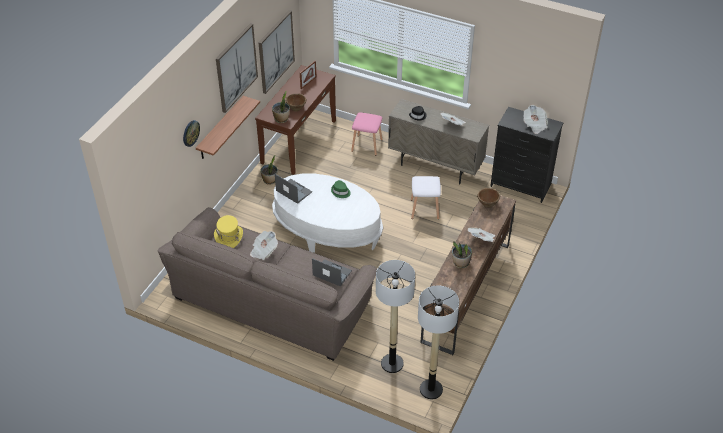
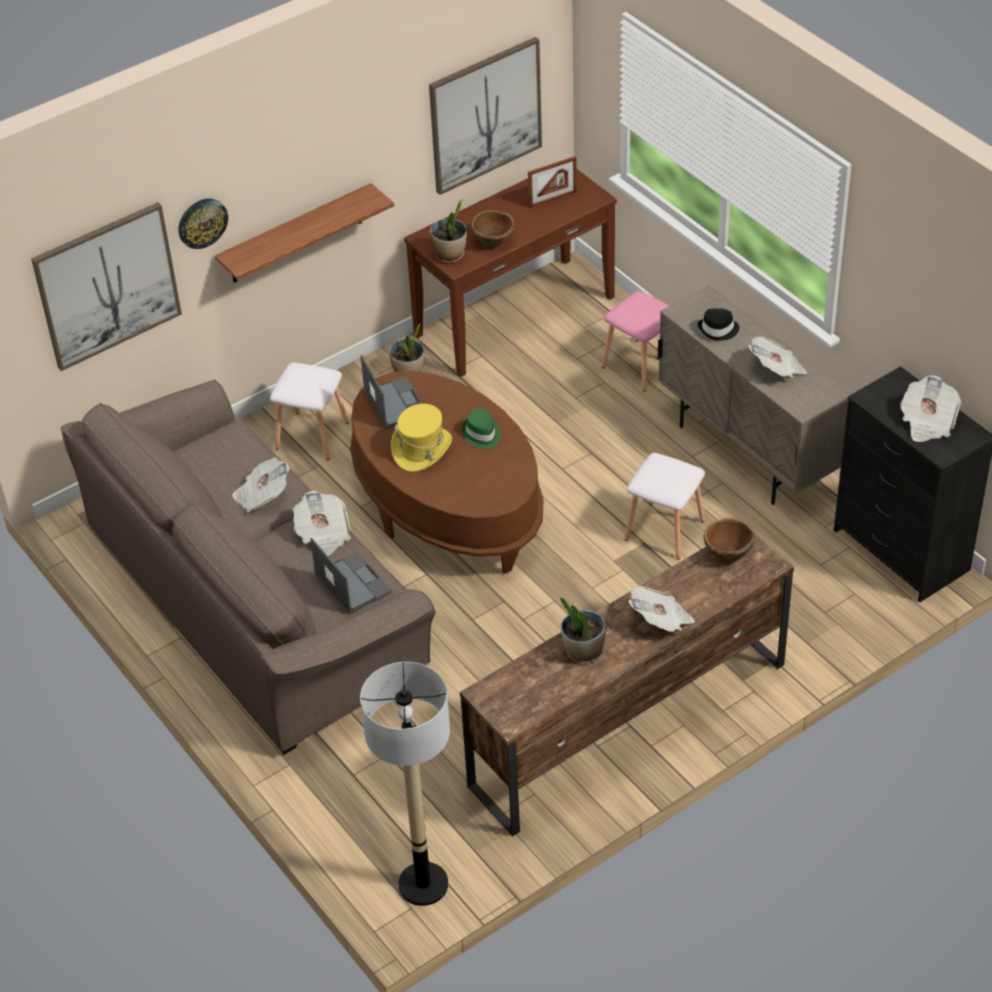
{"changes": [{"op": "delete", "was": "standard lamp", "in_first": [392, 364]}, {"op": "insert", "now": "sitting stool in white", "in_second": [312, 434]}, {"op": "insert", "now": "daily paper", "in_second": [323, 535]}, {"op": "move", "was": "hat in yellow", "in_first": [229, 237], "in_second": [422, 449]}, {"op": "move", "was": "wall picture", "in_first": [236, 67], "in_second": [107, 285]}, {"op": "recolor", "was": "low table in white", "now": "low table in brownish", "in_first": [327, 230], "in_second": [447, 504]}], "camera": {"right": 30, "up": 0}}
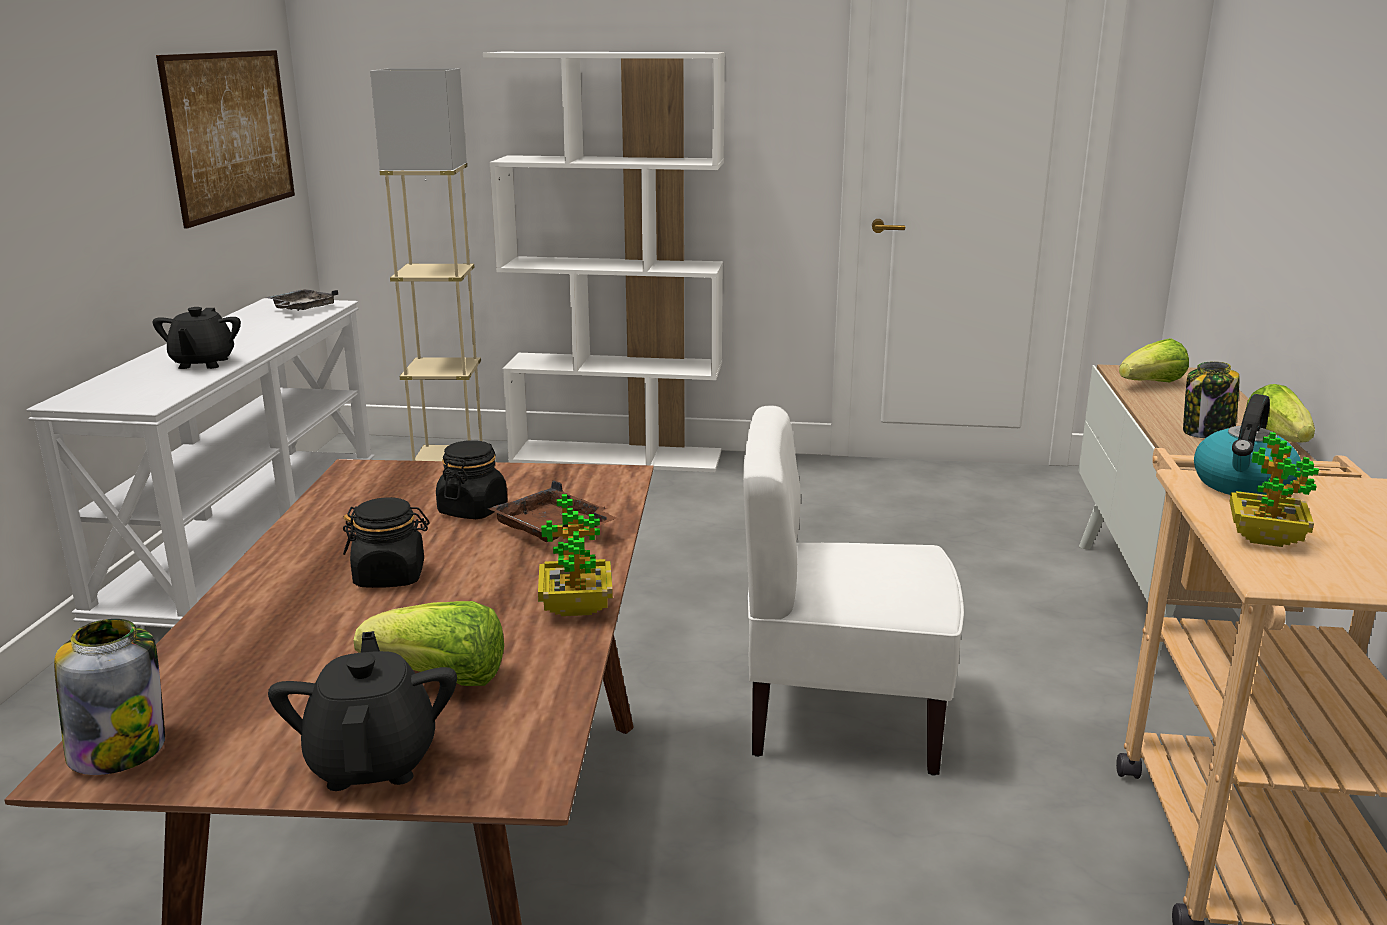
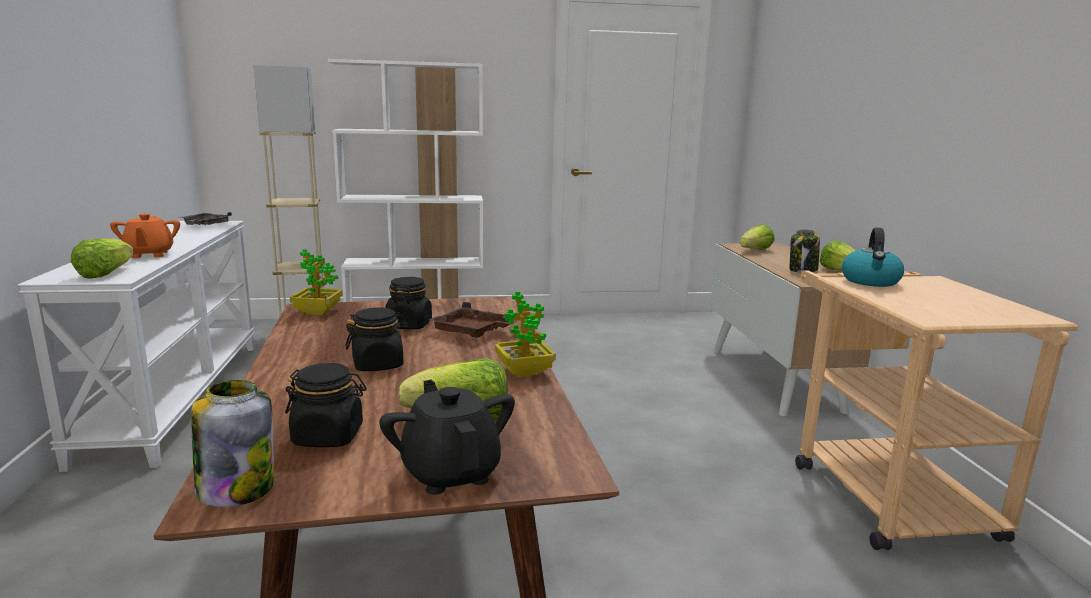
{"changes": [{"op": "delete", "was": "wall picture", "in_first": [231, 133]}, {"op": "delete", "was": "upright chair in white", "in_first": [841, 717]}, {"op": "insert", "now": "lettuce", "in_second": [105, 274]}, {"op": "insert", "now": "preserve jar in black-coloured", "in_second": [328, 436]}, {"op": "move", "was": "plant in a pot", "in_first": [1264, 539], "in_second": [318, 312]}, {"op": "recolor", "was": "pot for tea in black-coloured", "now": "pot for tea in orange", "in_first": [203, 363], "in_second": [149, 254]}], "camera": {"right": -15, "up": -5}}
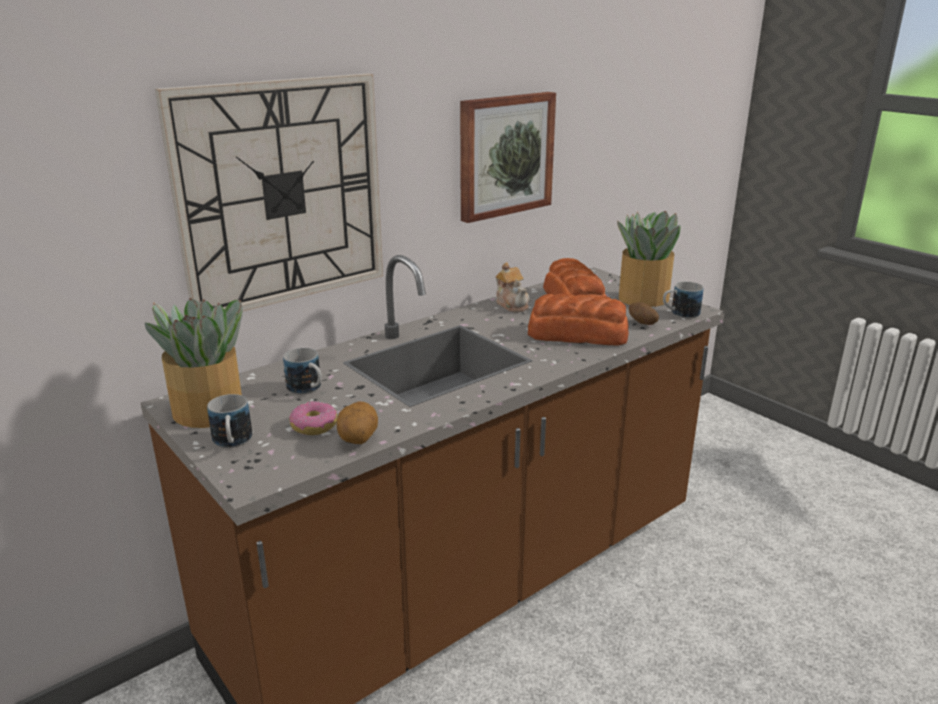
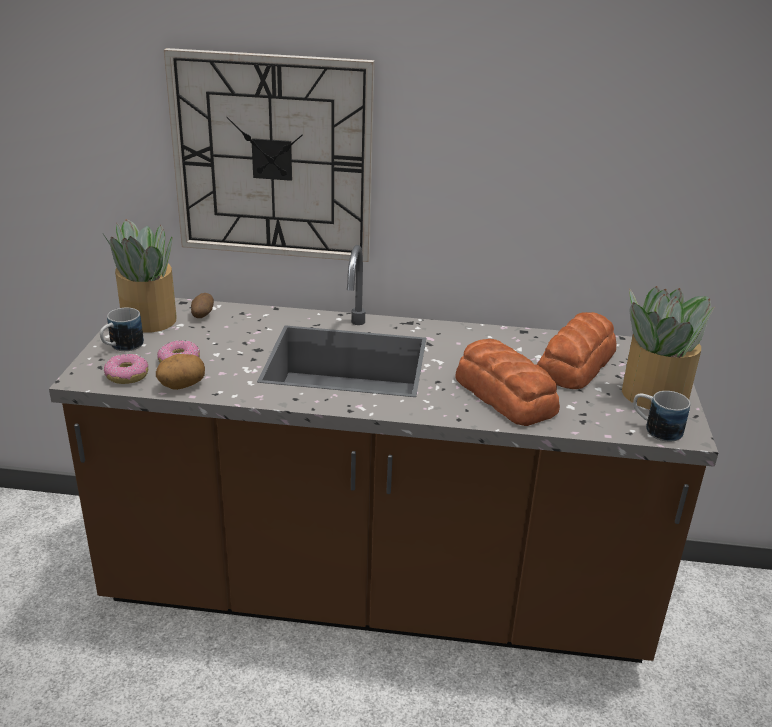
{"changes": [{"op": "delete", "was": "mug", "in_first": [308, 389]}, {"op": "delete", "was": "wall picture", "in_first": [505, 155]}, {"op": "delete", "was": "pot for tea", "in_first": [512, 304]}, {"op": "insert", "now": "ring doughnut", "in_second": [127, 376]}, {"op": "move", "was": "potato", "in_first": [642, 323], "in_second": [202, 315]}], "camera": {"right": 45, "up": 5}}
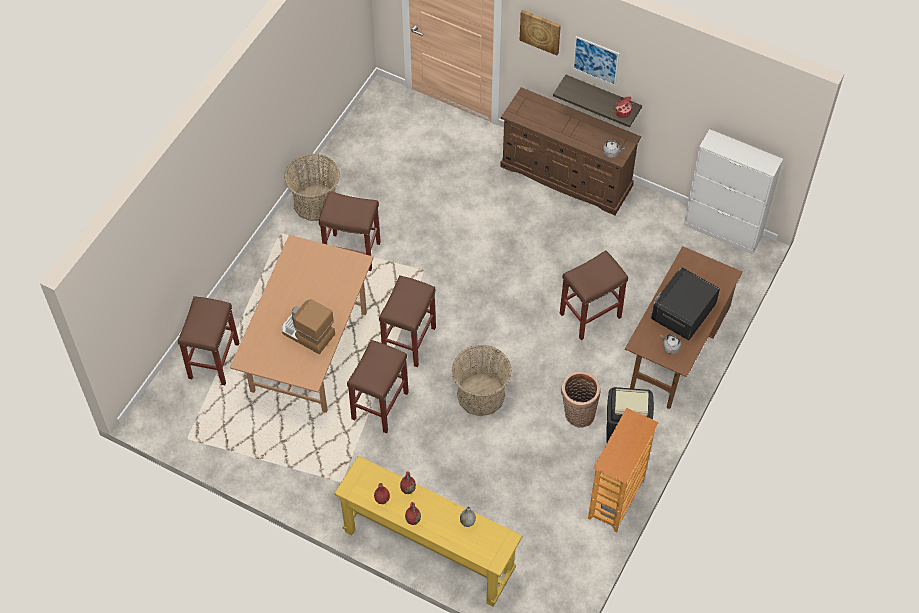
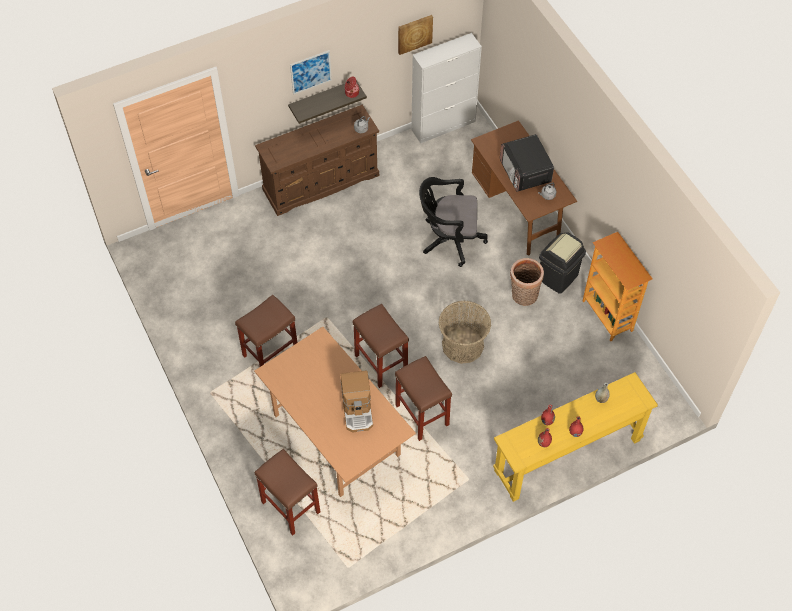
{"changes": [{"op": "delete", "was": "storage basket", "in_first": [315, 202]}, {"op": "move", "was": "wall picture", "in_first": [540, 31], "in_second": [414, 33]}, {"op": "replace", "was": "sitting stool in brownish", "now": "office chair in black-coloured", "in_first": [590, 315], "in_second": [449, 239]}, {"op": "rotate", "was": "coffee maker", "in_first": [307, 334], "in_second": [358, 410], "clockwise": -75}], "camera": {"right": -55, "up": 0}}
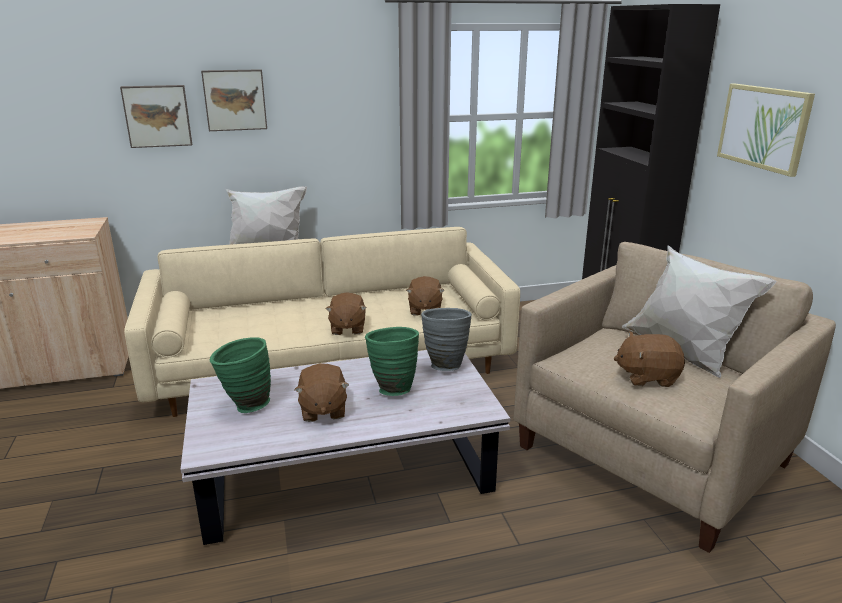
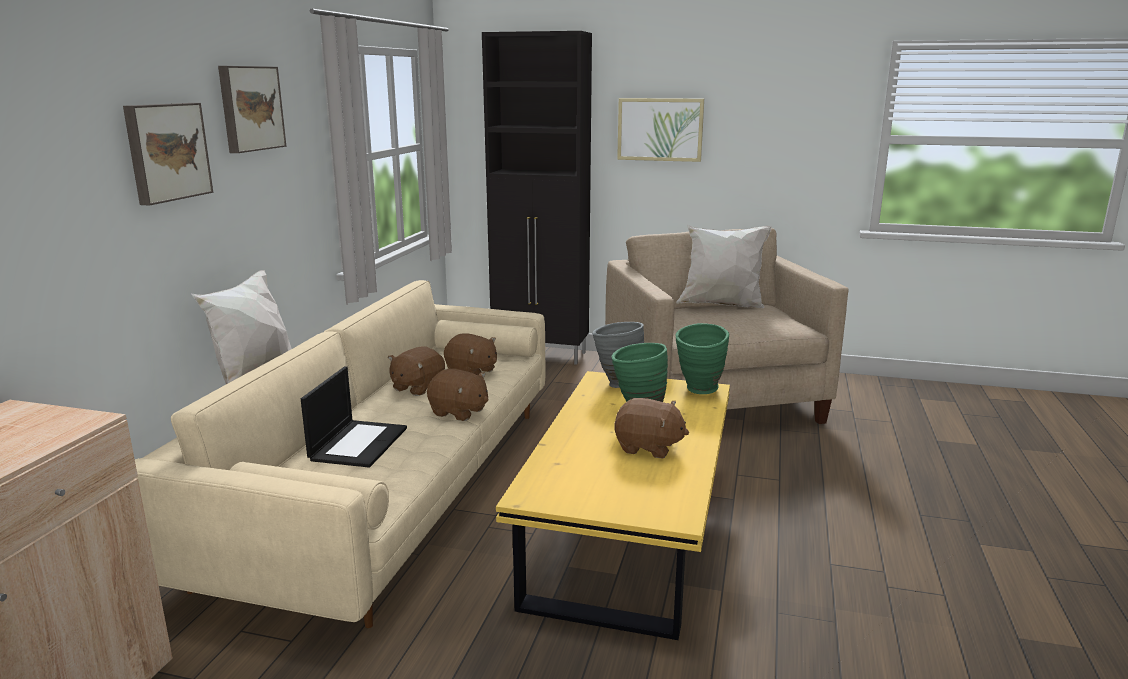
{"changes": [{"op": "insert", "now": "portable computer", "in_second": [358, 443]}, {"op": "move", "was": "wall picture", "in_first": [157, 116], "in_second": [250, 108]}, {"op": "move", "was": "vase in green-coloured", "in_first": [245, 405], "in_second": [699, 391]}, {"op": "move", "was": "soft toy in brownish", "in_first": [647, 376], "in_second": [417, 387]}, {"op": "recolor", "was": "low table in white", "now": "low table in yellow", "in_first": [348, 477], "in_second": [629, 530]}], "camera": {"right": -60, "up": -5}}
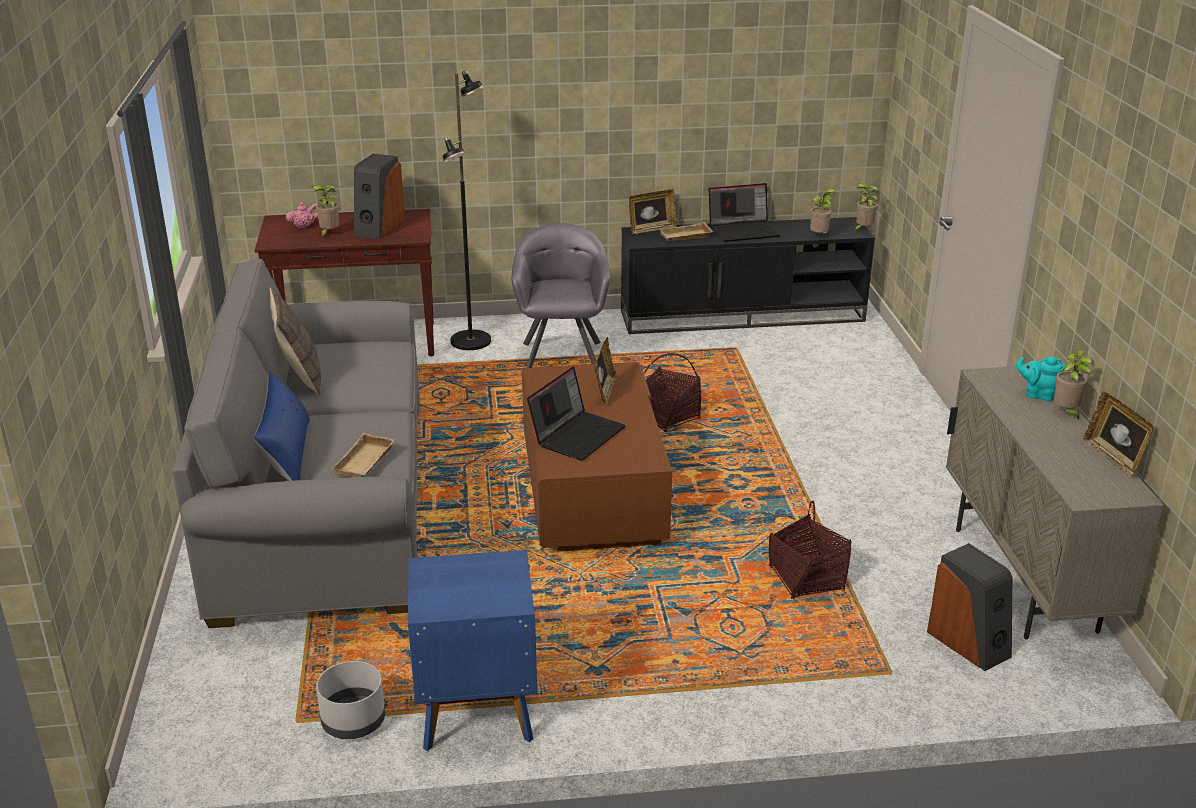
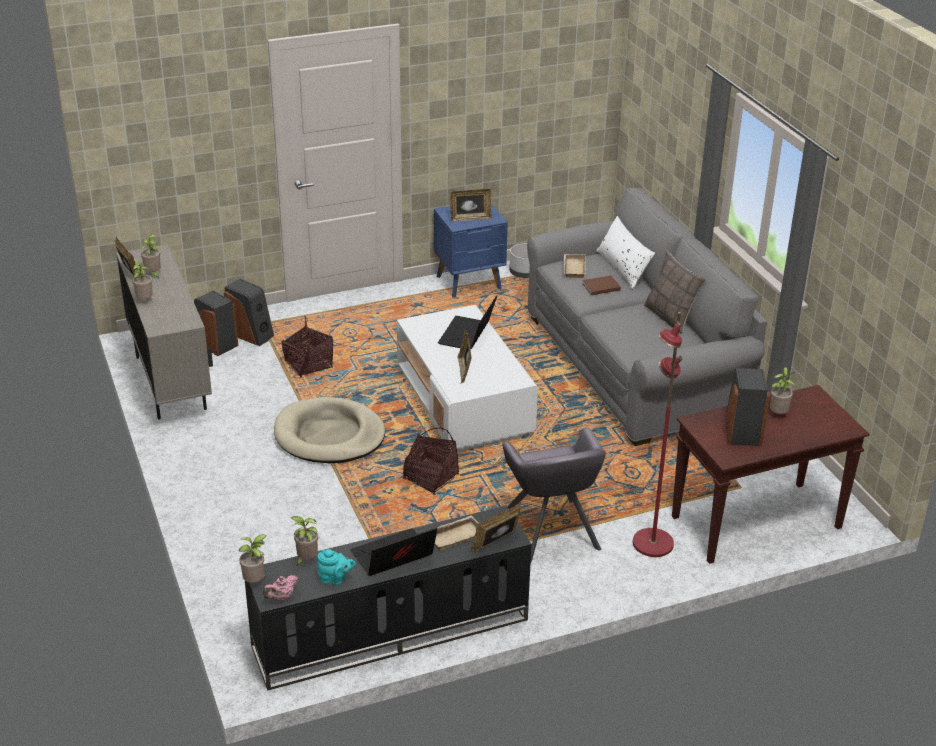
{"changes": [{"op": "insert", "now": "plant in a pot", "in_second": [153, 275]}, {"op": "insert", "now": "audio speaker", "in_second": [251, 334]}, {"op": "insert", "now": "pet bed in sand-coloured", "in_second": [329, 435]}, {"op": "insert", "now": "standing frame", "in_second": [470, 218]}, {"op": "insert", "now": "volume in brownish", "in_second": [600, 286]}, {"op": "move", "was": "pot for tea in pinkish", "in_first": [305, 226], "in_second": [281, 597]}, {"op": "move", "was": "pot for tea in blue-green", "in_first": [1038, 395], "in_second": [335, 579]}, {"op": "recolor", "was": "pillow in blue-coloured", "now": "pillow in white", "in_first": [287, 454], "in_second": [623, 268]}, {"op": "recolor", "was": "standard lamp in black-coloured", "now": "standard lamp in reddish", "in_first": [471, 341], "in_second": [652, 543]}, {"op": "recolor", "was": "low table in brownish", "now": "low table in white", "in_first": [592, 491], "in_second": [463, 404]}], "camera": {"right": 165, "up": 5}}
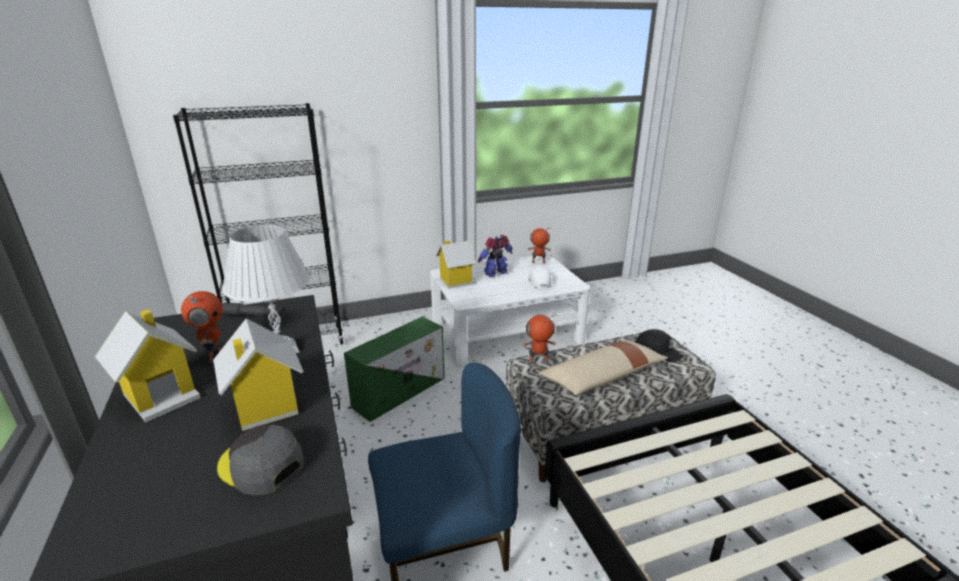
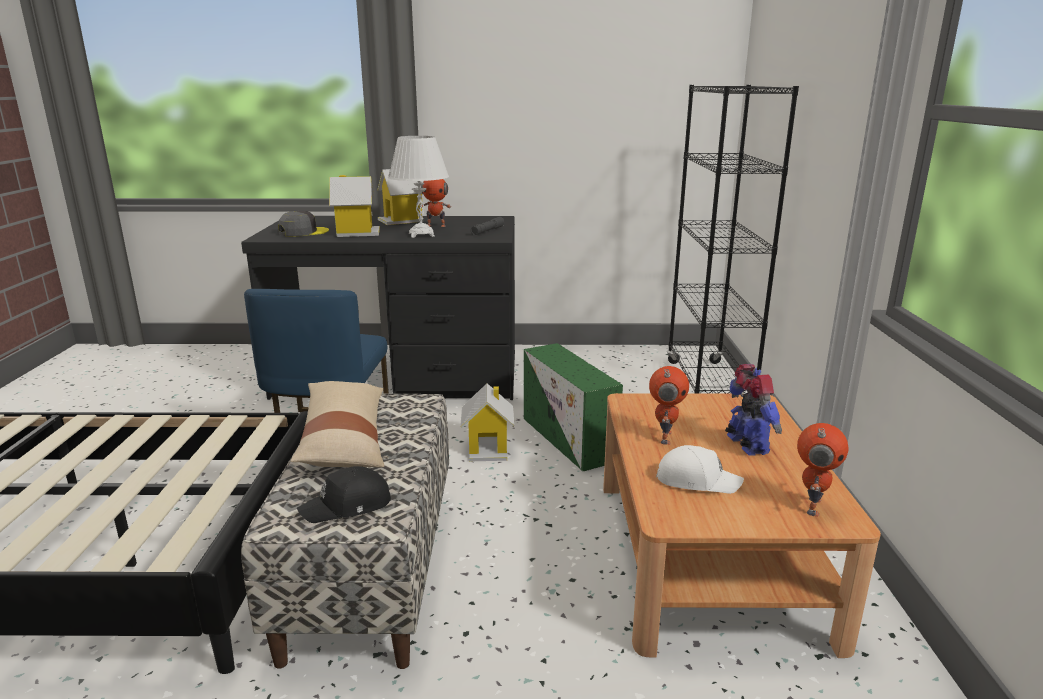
{"changes": [{"op": "move", "was": "model house", "in_first": [456, 281], "in_second": [488, 448]}, {"op": "move", "was": "robot figure", "in_first": [538, 362], "in_second": [664, 437]}, {"op": "recolor", "was": "low table in white", "now": "low table in brownish", "in_first": [506, 332], "in_second": [707, 556]}], "camera": {"right": 110, "up": -5}}
